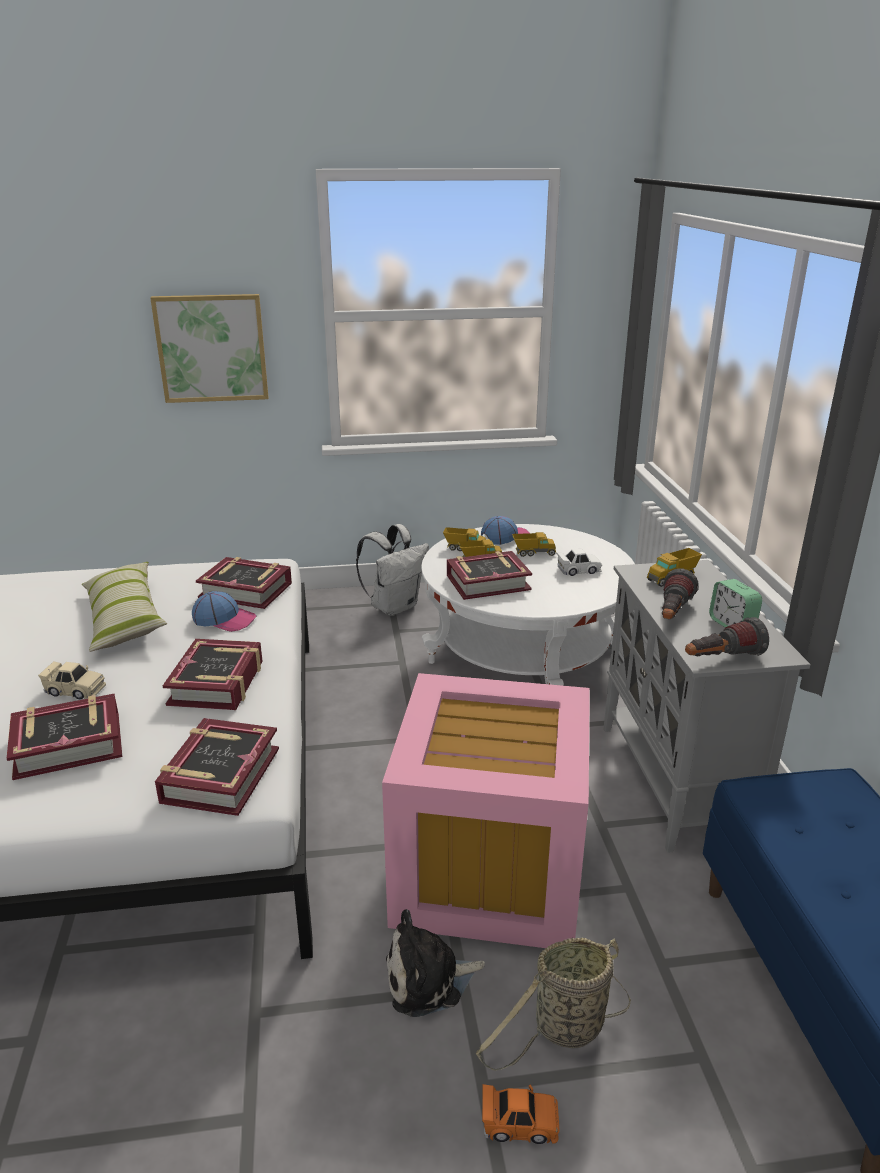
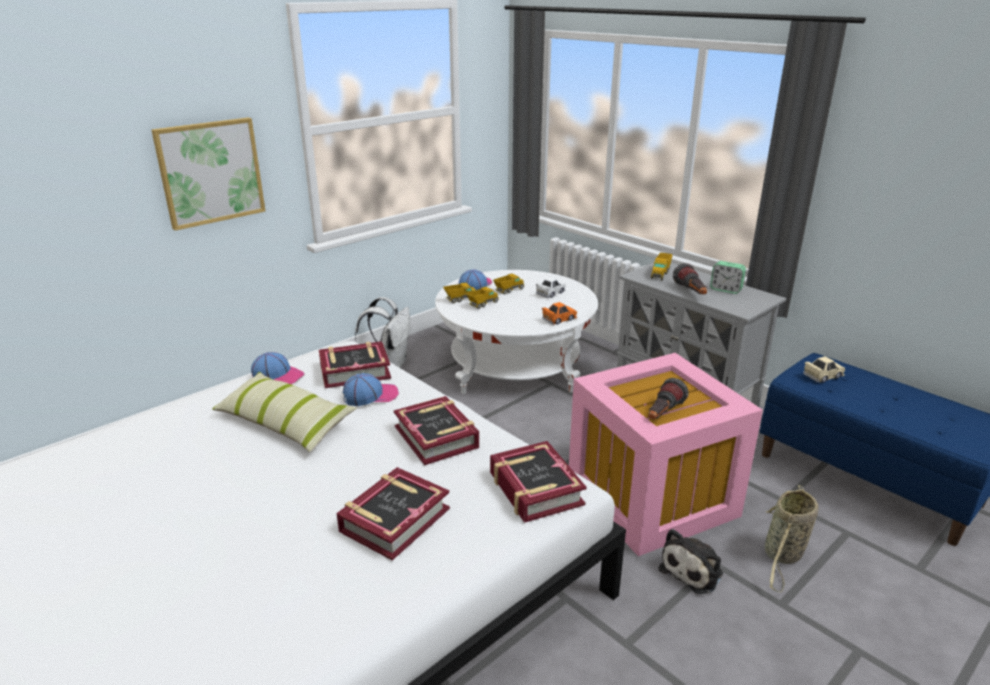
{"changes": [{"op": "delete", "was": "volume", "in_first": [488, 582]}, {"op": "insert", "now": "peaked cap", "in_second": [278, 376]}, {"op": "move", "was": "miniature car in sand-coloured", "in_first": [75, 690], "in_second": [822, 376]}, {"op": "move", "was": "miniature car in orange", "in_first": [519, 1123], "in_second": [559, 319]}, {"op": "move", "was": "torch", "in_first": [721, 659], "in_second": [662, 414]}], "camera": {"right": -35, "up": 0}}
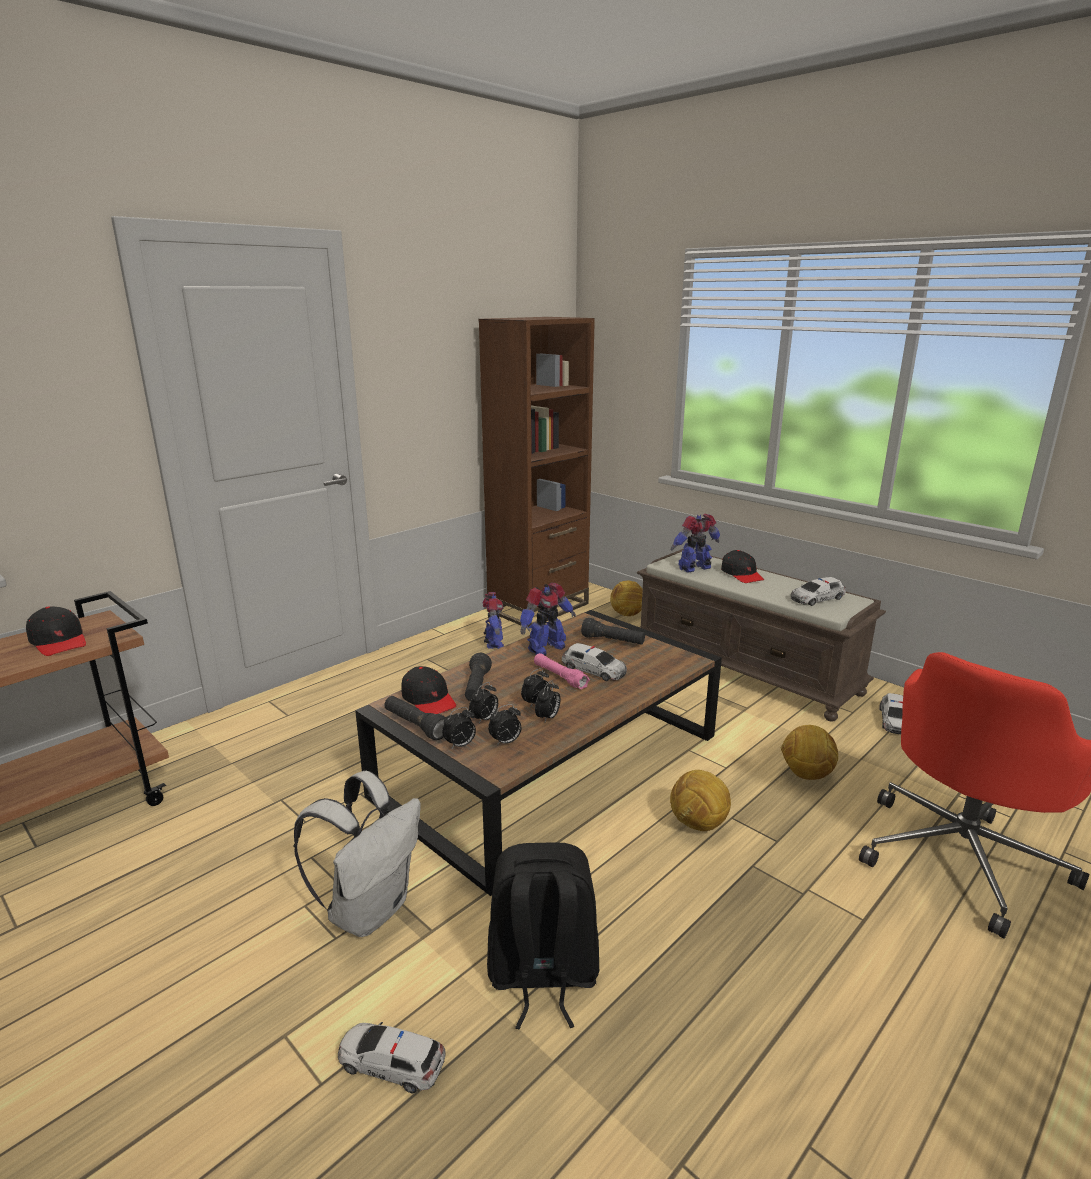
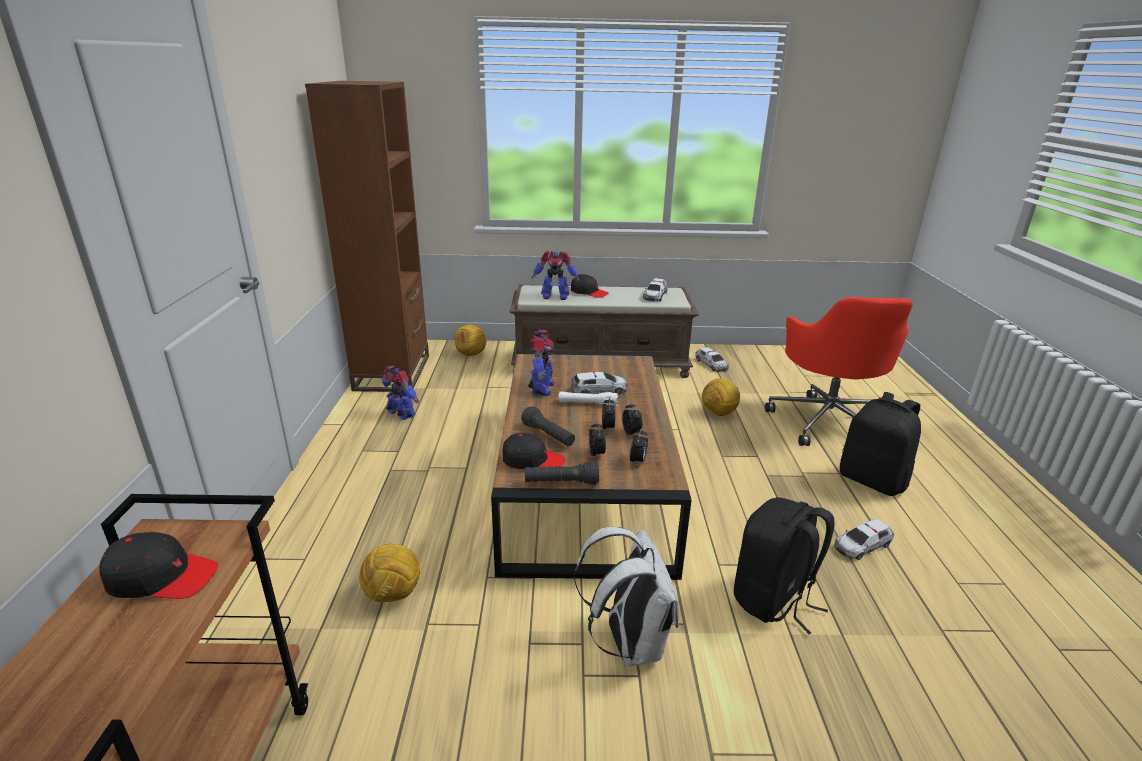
{"changes": [{"op": "delete", "was": "alarm clock", "in_first": [460, 745]}, {"op": "delete", "was": "torch in black-coloured", "in_first": [613, 641]}, {"op": "insert", "now": "rucksack in black-coloured", "in_second": [872, 480]}, {"op": "move", "was": "miniature car", "in_first": [391, 1062], "in_second": [862, 545]}, {"op": "move", "was": "football ball", "in_first": [698, 825], "in_second": [393, 594]}, {"op": "recolor", "was": "torch in pinkish", "now": "torch in white", "in_first": [560, 677], "in_second": [587, 404]}, {"op": "rotate", "was": "robot figure", "in_first": [695, 569], "in_second": [555, 296], "clockwise": -105}], "camera": {"right": -45, "up": 5}}
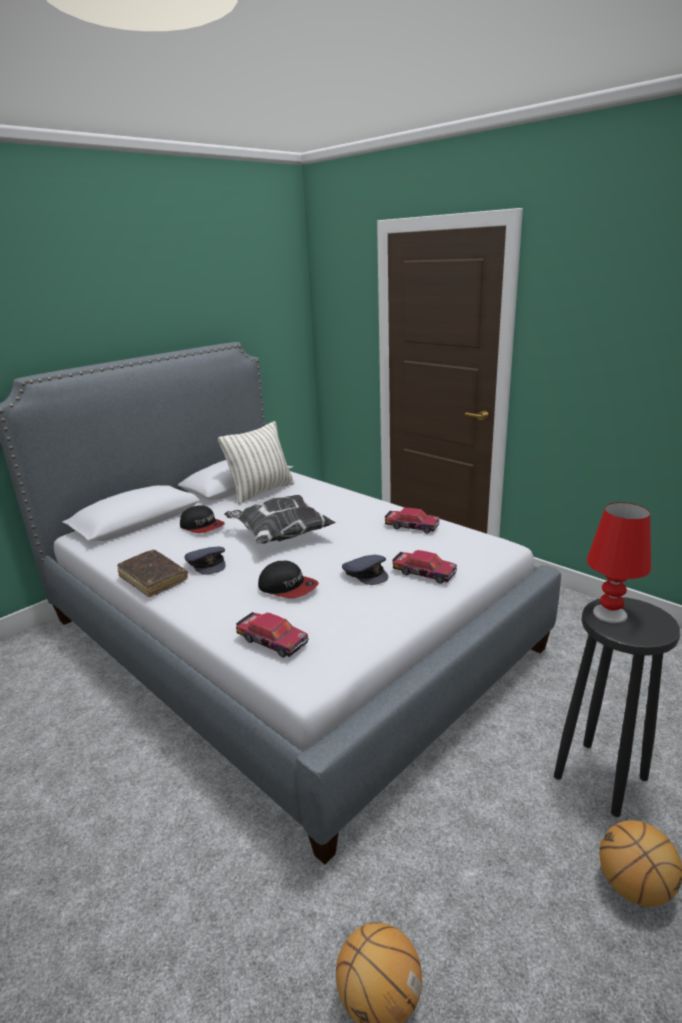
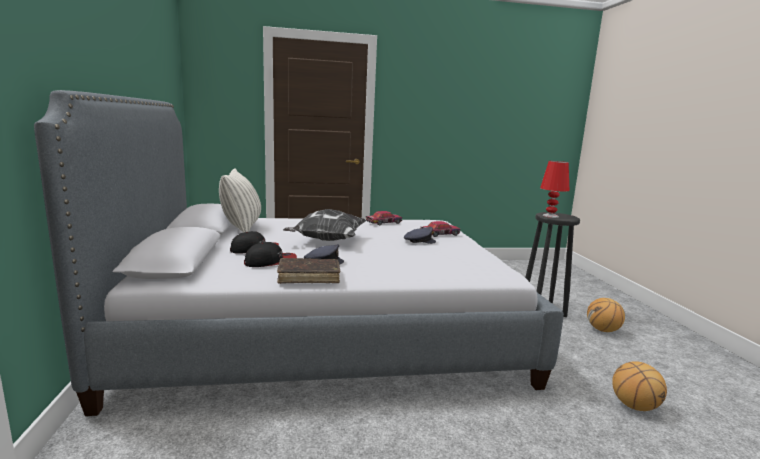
{"changes": [{"op": "delete", "was": "miniature car", "in_first": [272, 640]}, {"op": "move", "was": "peaked cap", "in_first": [288, 587], "in_second": [270, 262]}], "camera": {"right": -55, "up": -10}}
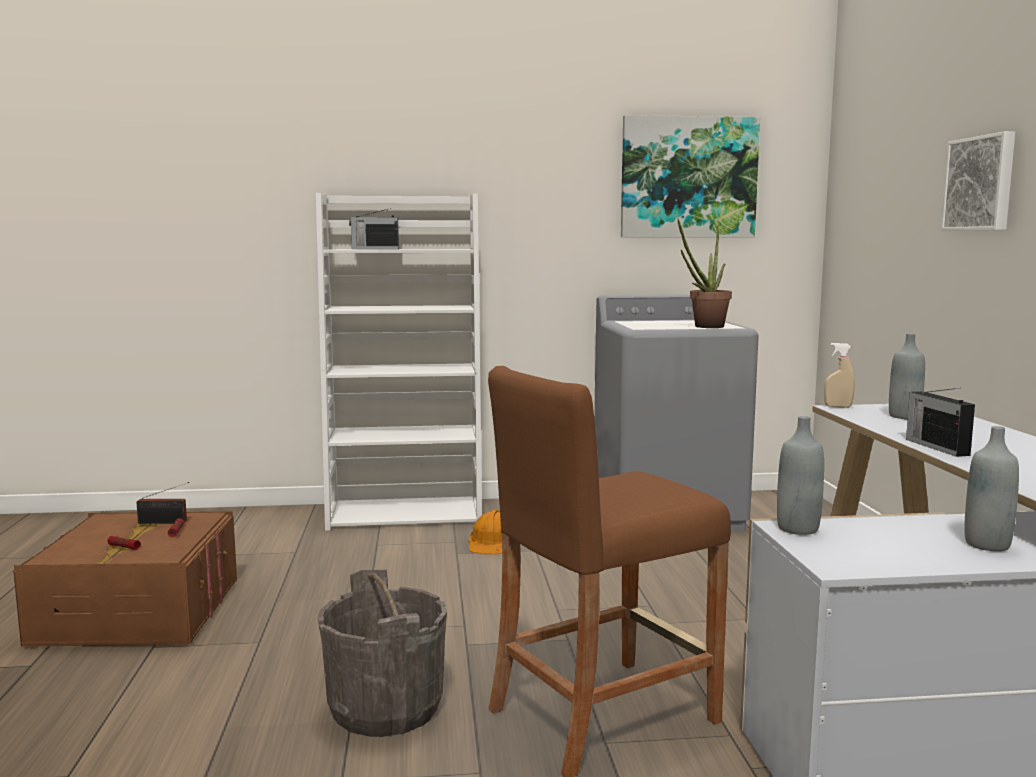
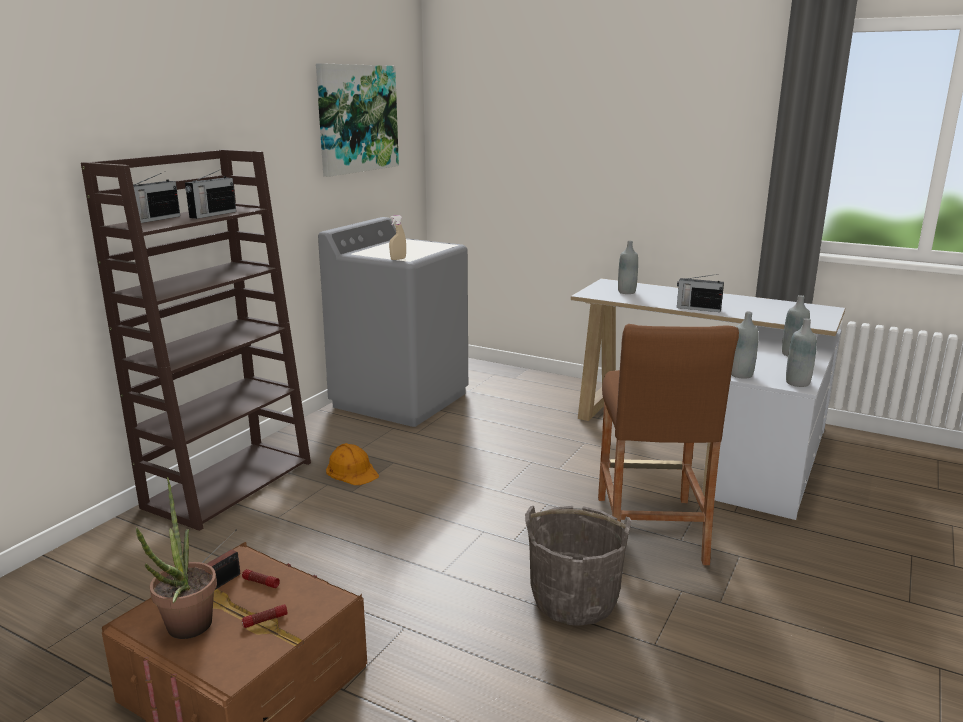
{"changes": [{"op": "delete", "was": "wall picture", "in_first": [980, 184]}, {"op": "insert", "now": "radio receiver", "in_second": [212, 214]}, {"op": "insert", "now": "bottle in grey", "in_second": [797, 383]}, {"op": "move", "was": "plant in a pot", "in_first": [704, 327], "in_second": [186, 632]}, {"op": "move", "was": "spray bottle in sand-coloured", "in_first": [838, 407], "in_second": [398, 259]}, {"op": "recolor", "was": "shelving unit in white", "now": "shelving unit in brownish", "in_first": [406, 514], "in_second": [230, 483]}], "camera": {"right": -55, "up": 10}}
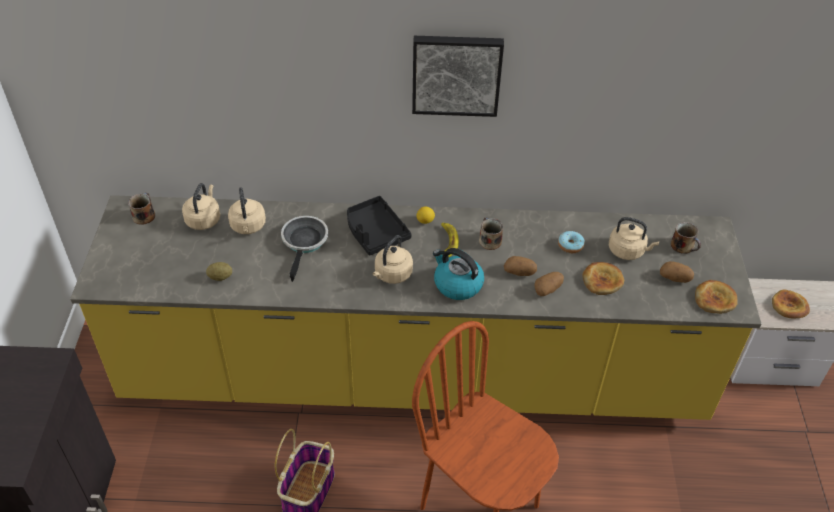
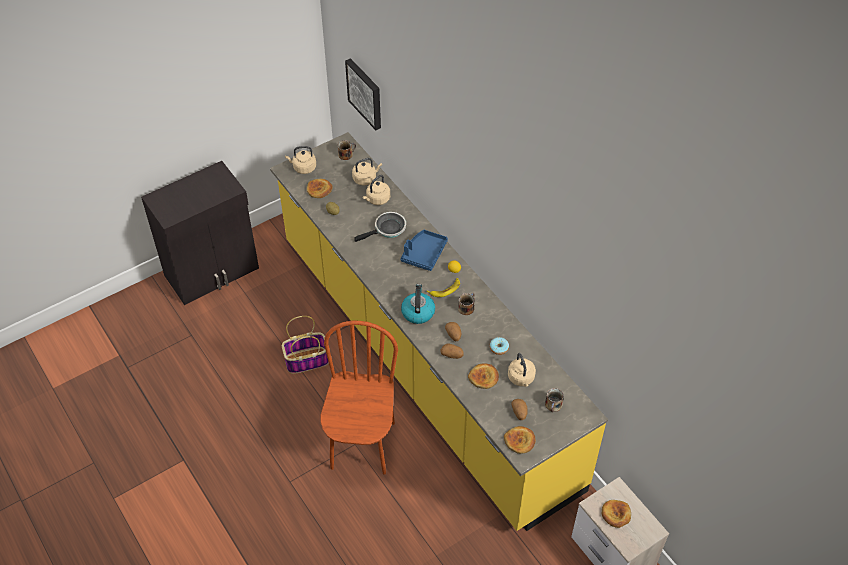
{"changes": [{"op": "insert", "now": "bakery bread", "in_second": [319, 190]}, {"op": "move", "was": "water kettle in sand-coloured", "in_first": [392, 275], "in_second": [303, 168]}, {"op": "move", "was": "wall picture", "in_first": [456, 74], "in_second": [365, 93]}, {"op": "recolor", "was": "carrying tray in black-coloured", "now": "carrying tray in blue-coloured", "in_first": [375, 232], "in_second": [424, 254]}], "camera": {"right": 55, "up": 5}}
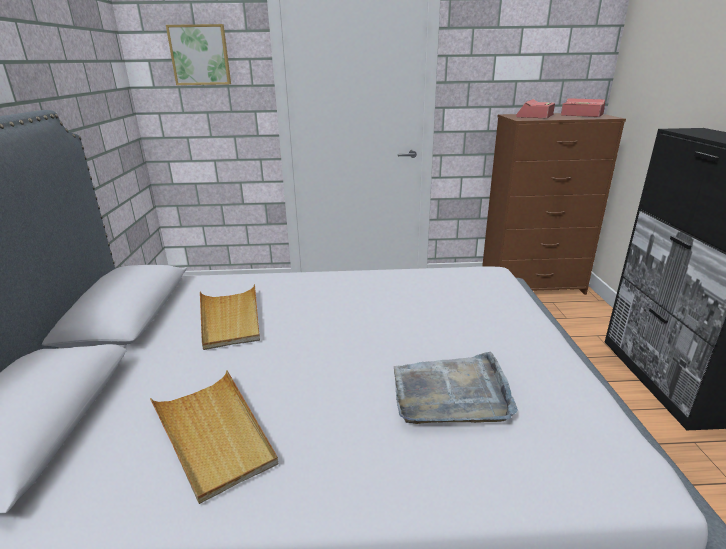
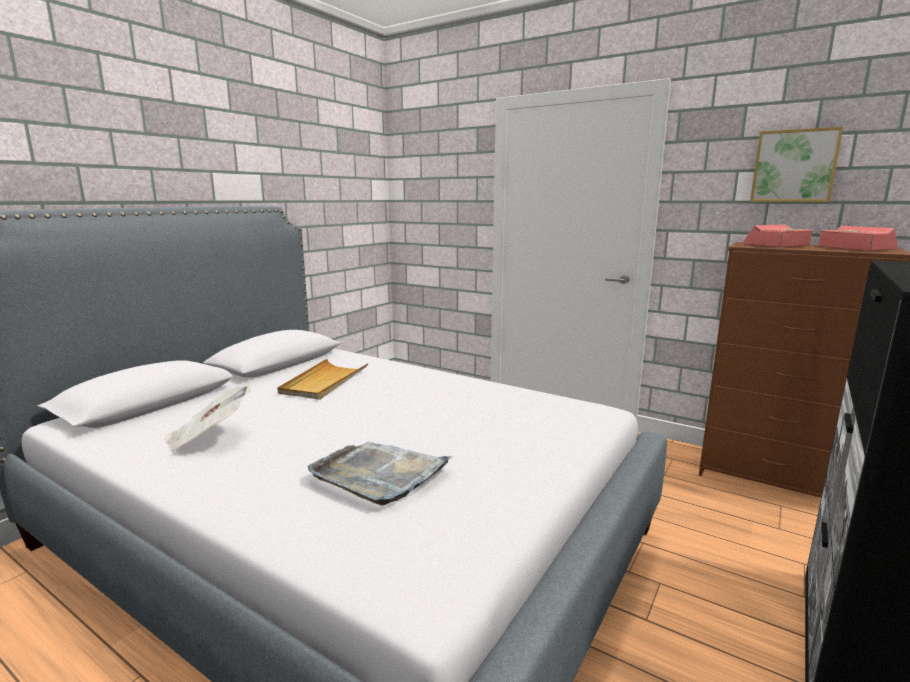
{"changes": [{"op": "move", "was": "wall picture", "in_first": [200, 55], "in_second": [794, 166]}, {"op": "replace", "was": "carrying tray in sand-coloured", "now": "daily paper", "in_first": [214, 435], "in_second": [208, 438]}], "camera": {"right": 35, "up": -10}}
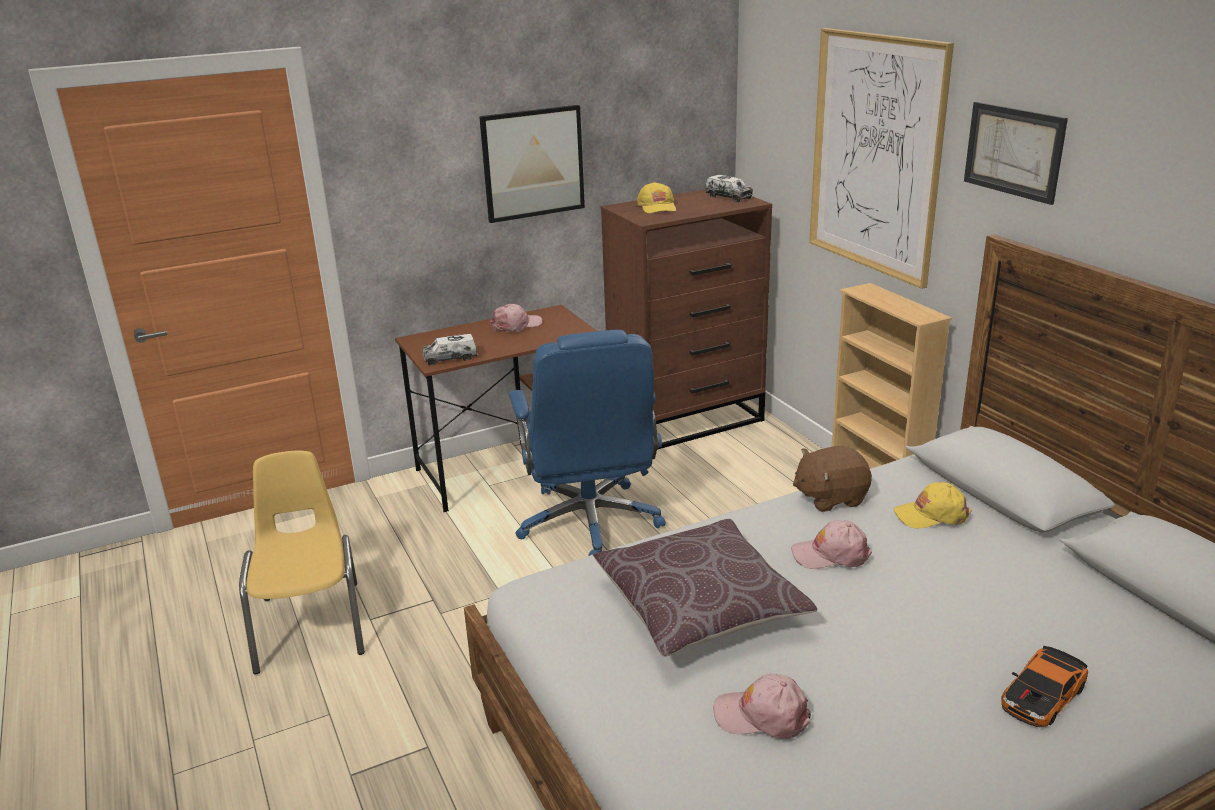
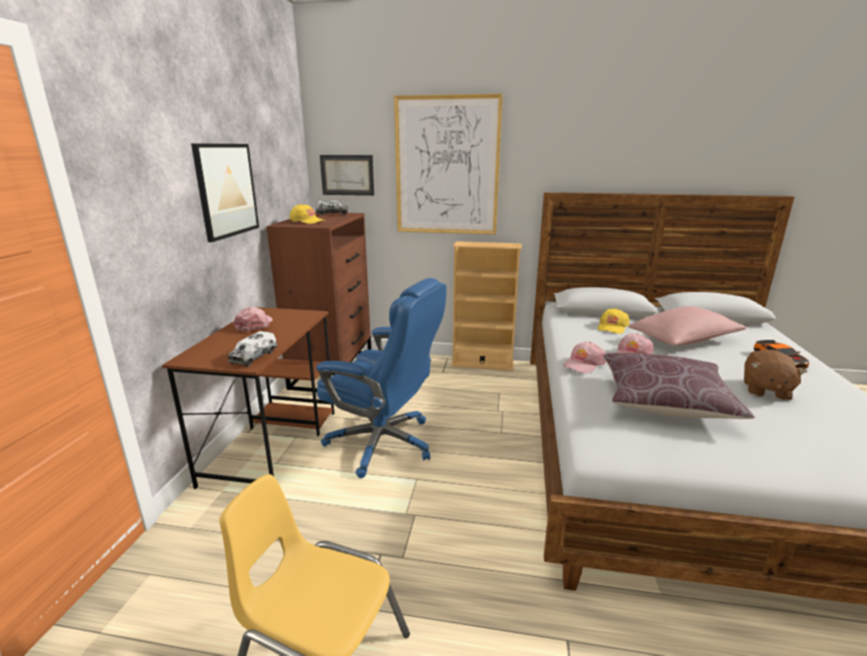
{"changes": [{"op": "insert", "now": "pillow in pinkish", "in_second": [684, 341]}, {"op": "move", "was": "peaked cap in pinkish", "in_first": [762, 715], "in_second": [583, 364]}, {"op": "move", "was": "soft toy in brownish", "in_first": [830, 498], "in_second": [765, 390]}, {"op": "move", "was": "wall picture", "in_first": [1014, 151], "in_second": [347, 175]}], "camera": {"right": -55, "up": -5}}
